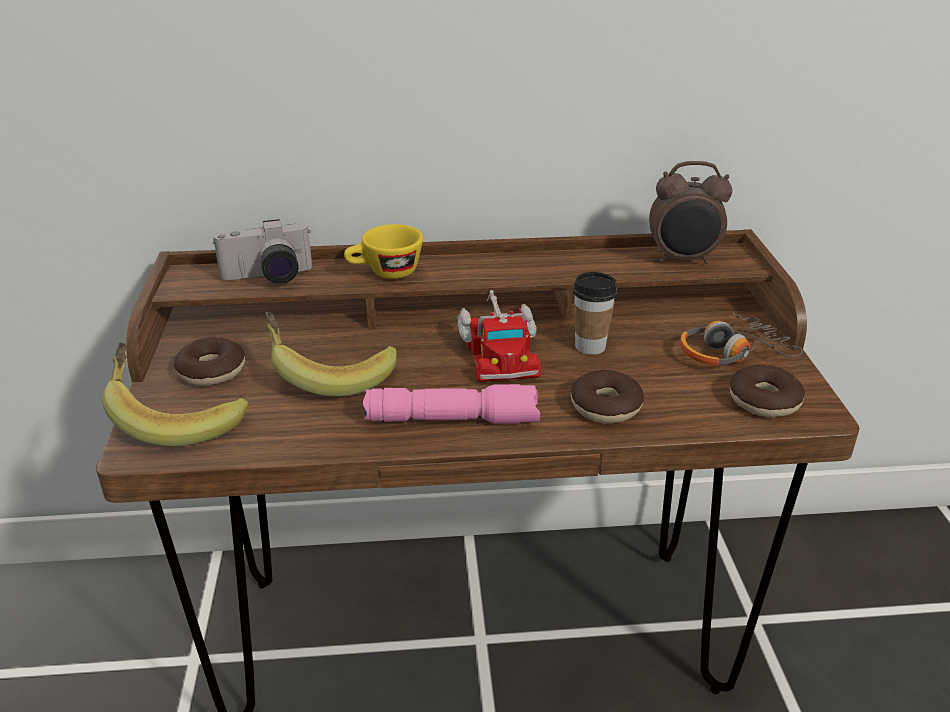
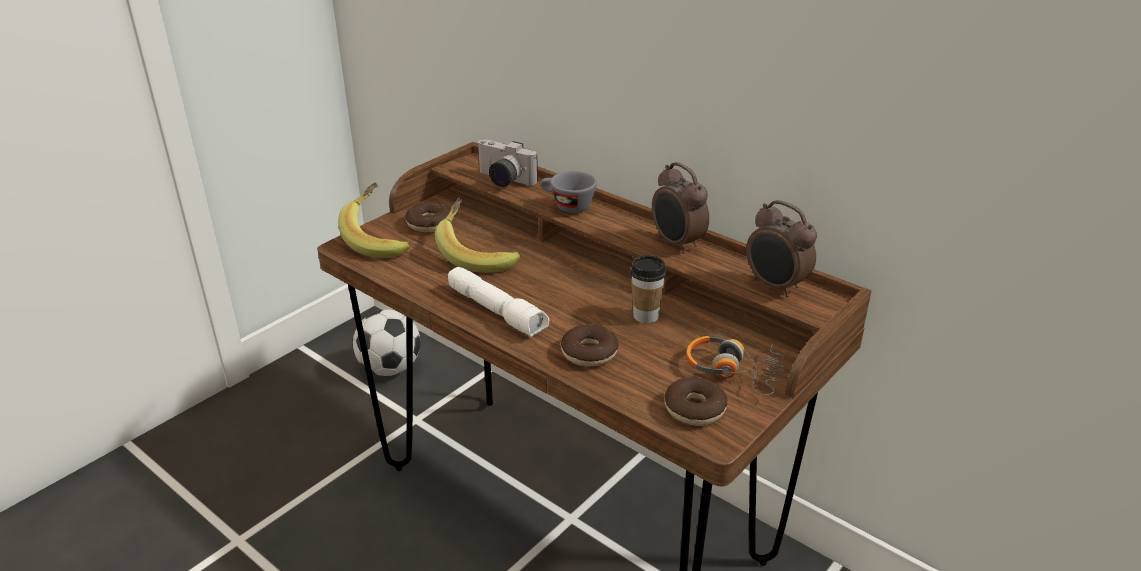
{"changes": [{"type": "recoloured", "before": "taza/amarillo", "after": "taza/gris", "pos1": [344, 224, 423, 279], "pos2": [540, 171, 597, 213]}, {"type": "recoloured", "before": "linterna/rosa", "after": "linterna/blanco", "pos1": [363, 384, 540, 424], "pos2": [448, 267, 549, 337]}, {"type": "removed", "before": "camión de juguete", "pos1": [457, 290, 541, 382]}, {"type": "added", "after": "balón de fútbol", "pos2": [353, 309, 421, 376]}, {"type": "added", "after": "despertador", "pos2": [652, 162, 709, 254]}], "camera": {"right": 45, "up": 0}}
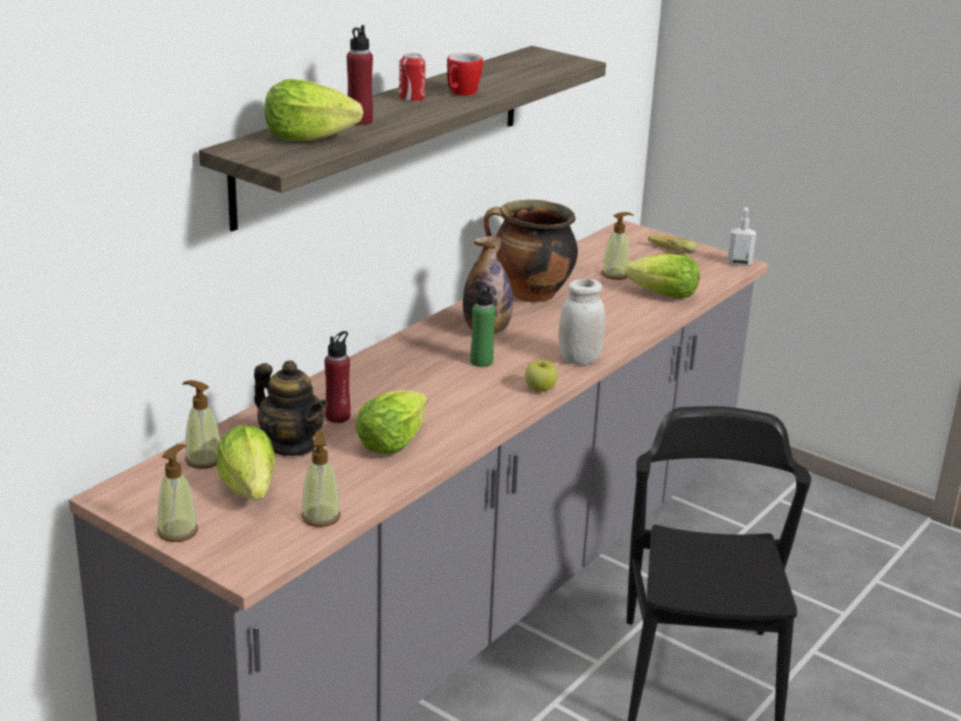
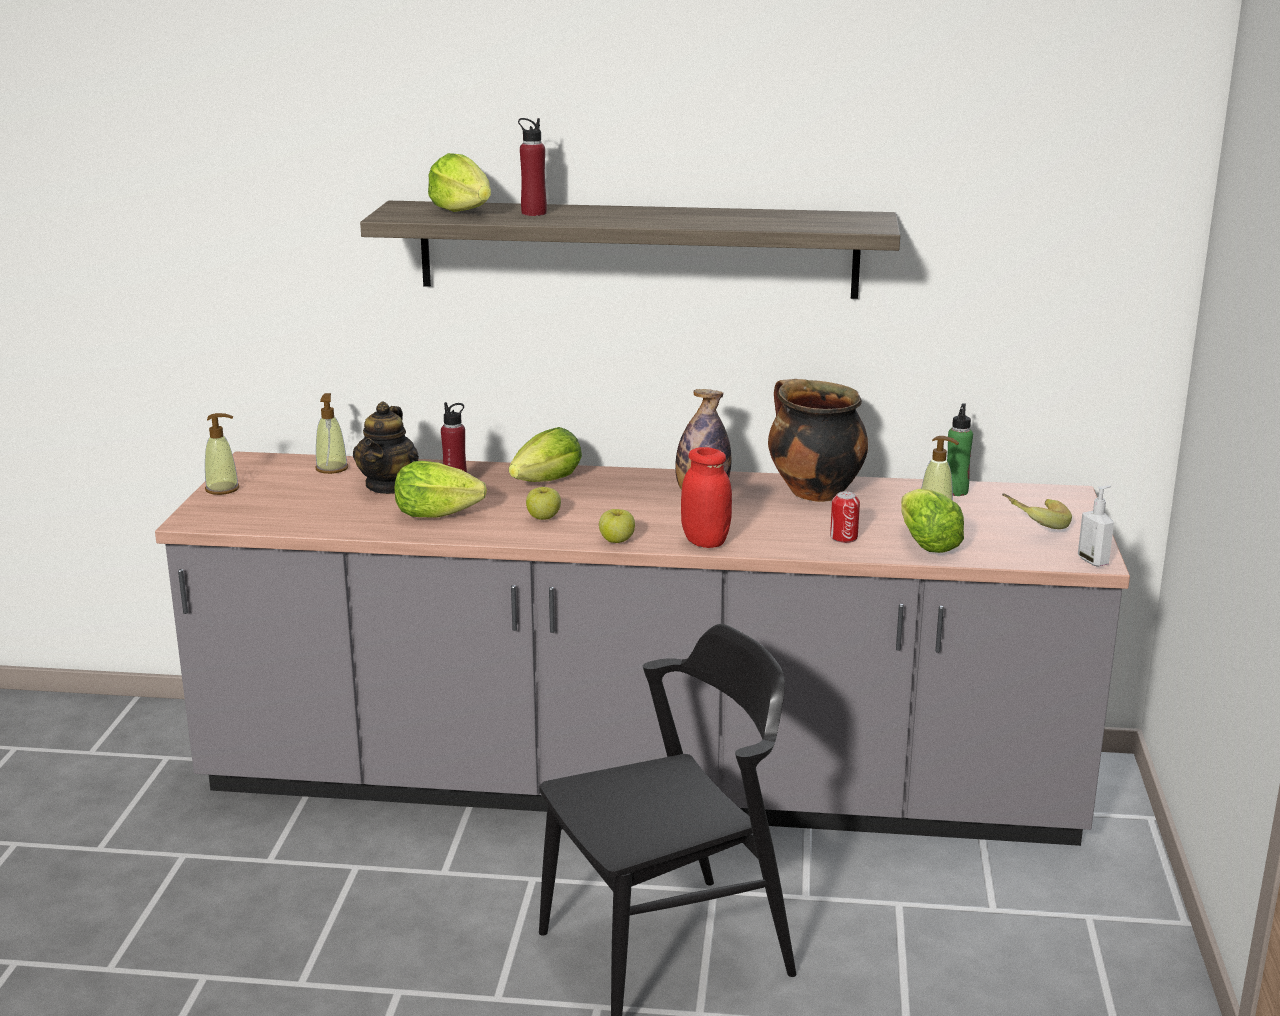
{"changes": [{"type": "moved", "before": "lechuga", "pos1": [217, 425, 275, 500], "pos2": [509, 427, 582, 482]}, {"type": "removed", "before": "dispensador de jabón", "pos1": [301, 431, 341, 527]}, {"type": "moved", "before": "lata", "pos1": [399, 53, 426, 102], "pos2": [830, 491, 860, 543]}, {"type": "removed", "before": "taza grande", "pos1": [447, 53, 483, 96]}, {"type": "moved", "before": "botella/verde", "pos1": [470, 281, 496, 367], "pos2": [947, 403, 973, 496]}, {"type": "recoloured", "before": "tarro/blanco", "after": "tarro/rojo", "pos1": [558, 279, 605, 364], "pos2": [681, 447, 732, 548]}, {"type": "added", "after": "manzana", "pos2": [526, 487, 561, 520]}], "camera": {"right": 60, "up": -5}}
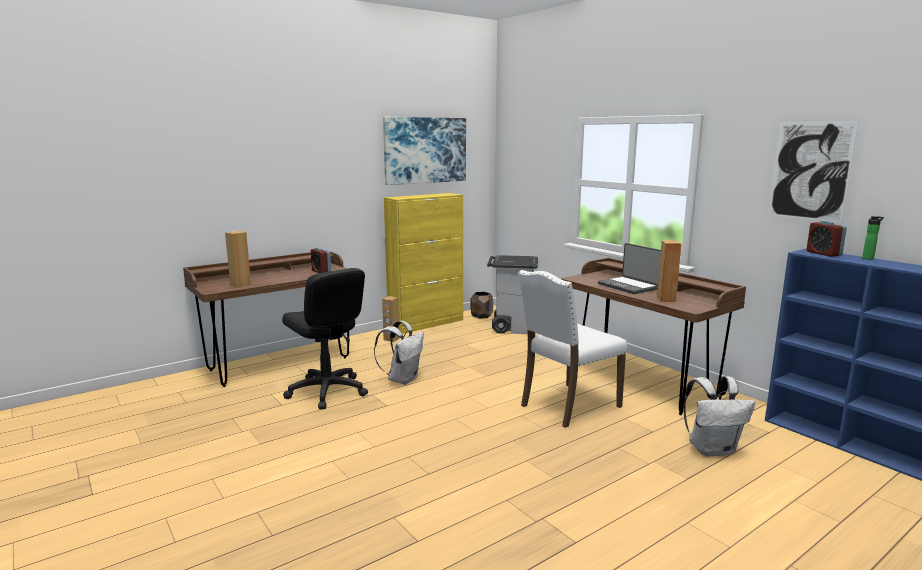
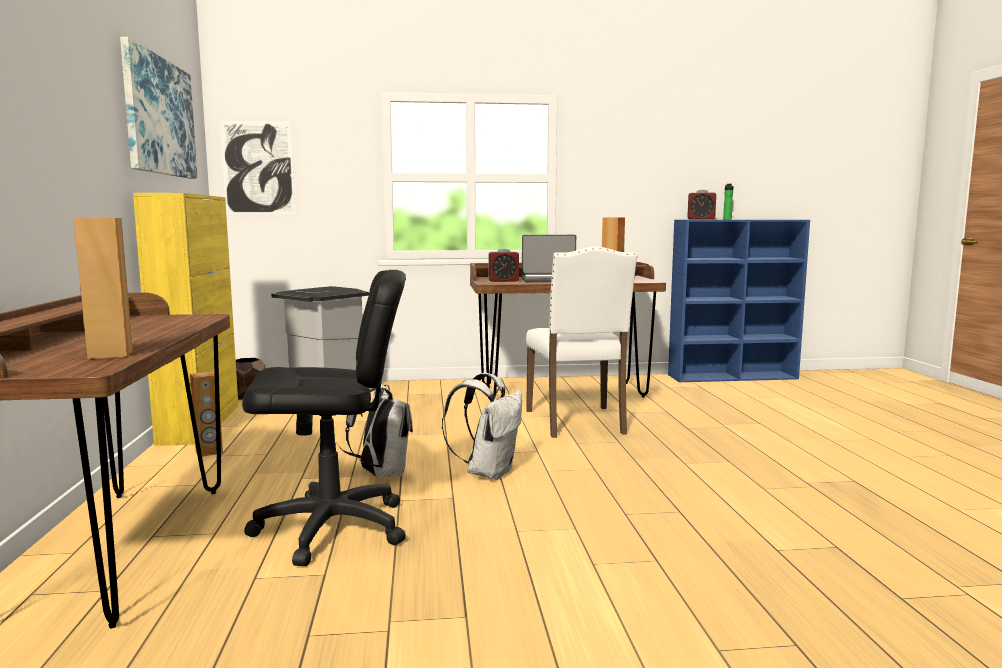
{"changes": [{"type": "moved", "before": "despertador", "pos1": [311, 247, 331, 273], "pos2": [488, 249, 519, 282]}, {"type": "moved", "before": "mochila/blanco", "pos1": [684, 376, 755, 457], "pos2": [442, 373, 522, 480]}, {"type": "moved", "before": "cuadro", "pos1": [768, 121, 859, 223], "pos2": [220, 121, 295, 214]}], "camera": {"right": -60, "up": -5}}
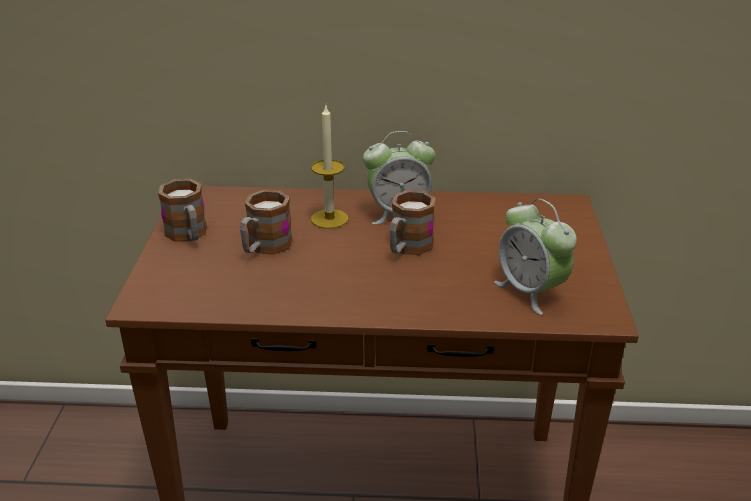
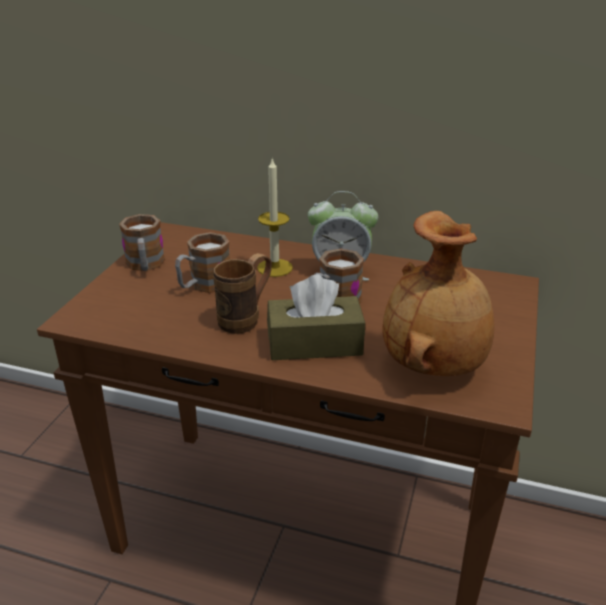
{"changes": [{"type": "replaced", "before": "despertador", "after": "florero/marrón", "pos1": [494, 199, 577, 315], "pos2": [383, 211, 494, 376]}, {"type": "added", "after": "taza grande/marrón", "pos2": [213, 253, 272, 334]}, {"type": "added", "after": "caja de pañuelos/marrón", "pos2": [267, 275, 365, 360]}], "camera": {"right": 15, "up": 0}}
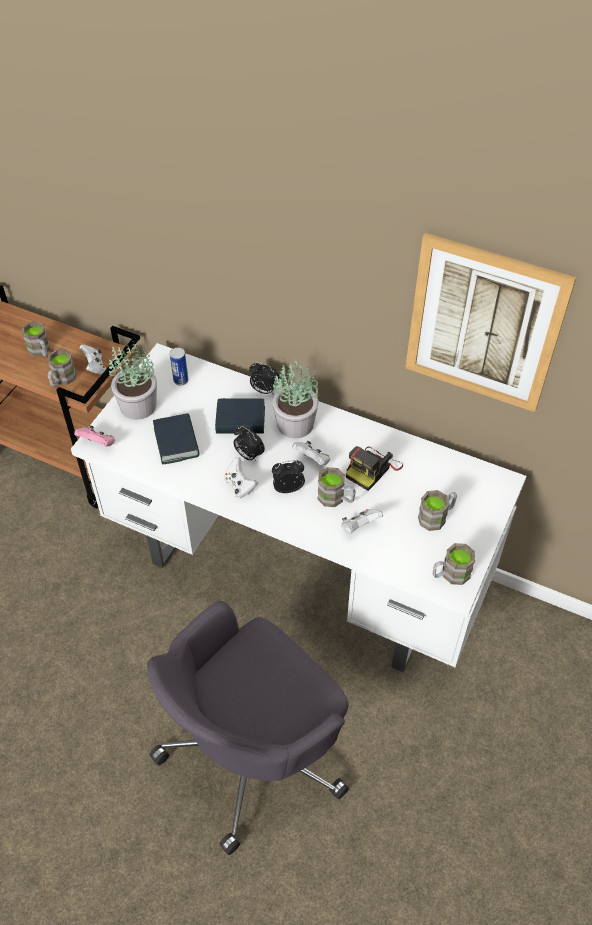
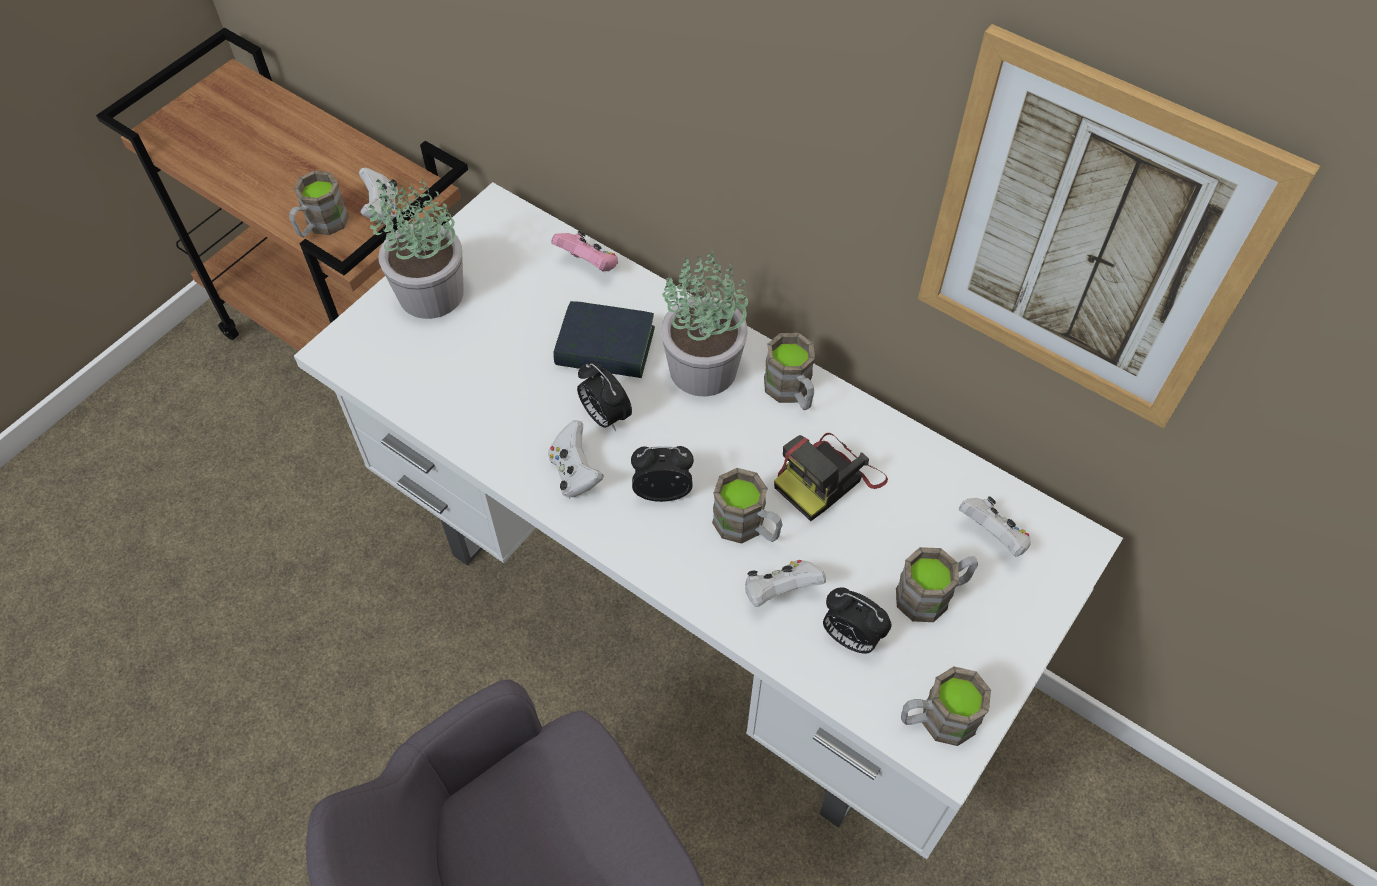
{"changes": [{"type": "moved", "before": "taza grande/marrón", "pos1": [22, 321, 50, 357], "pos2": [764, 333, 815, 410]}, {"type": "moved", "before": "mando de consola/rosa", "pos1": [74, 425, 115, 447], "pos2": [551, 231, 618, 271]}, {"type": "removed", "before": "libro", "pos1": [153, 413, 200, 465]}, {"type": "removed", "before": "lata", "pos1": [170, 348, 188, 386]}, {"type": "moved", "before": "despertador", "pos1": [249, 362, 280, 395], "pos2": [823, 587, 891, 654]}, {"type": "moved", "before": "mando de consola/blanco", "pos1": [292, 441, 330, 466], "pos2": [959, 496, 1031, 557]}], "camera": {"right": 10, "up": 5}}
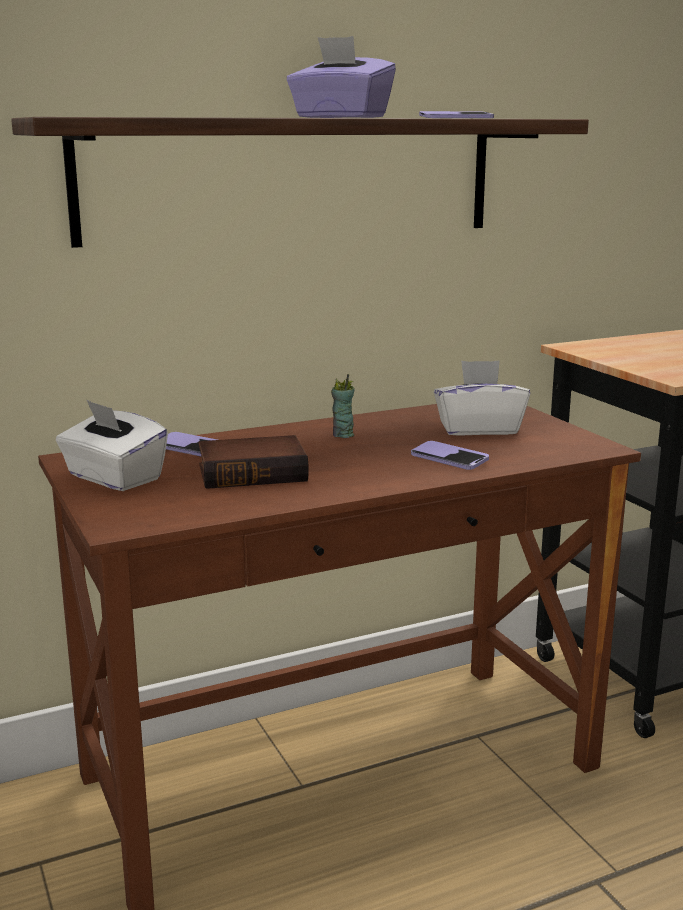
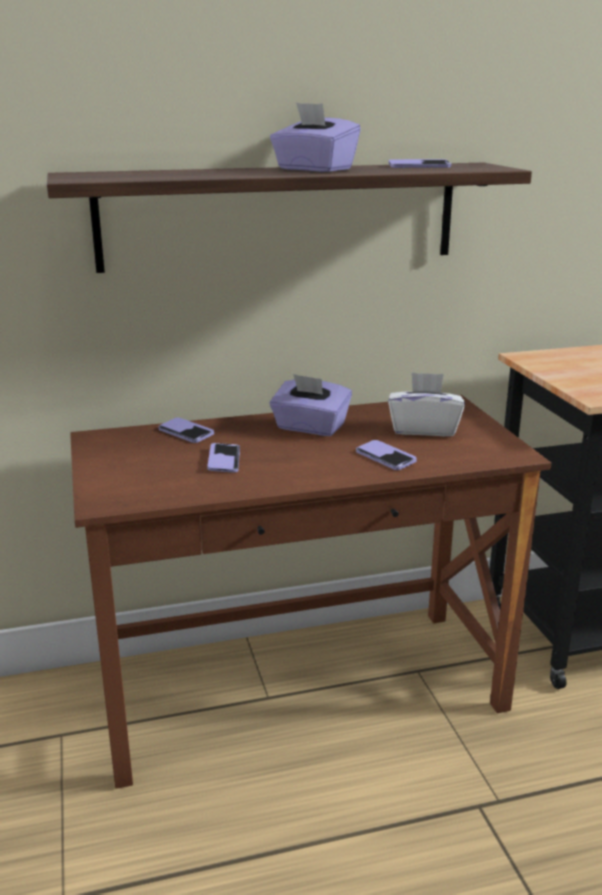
{"changes": [{"type": "removed", "before": "caja de pañuelos/blanco", "pos1": [56, 400, 168, 491]}, {"type": "replaced", "before": "libro", "after": "móvil", "pos1": [198, 435, 309, 489], "pos2": [207, 443, 240, 473]}, {"type": "replaced", "before": "taza", "after": "caja de pañuelos/morado", "pos1": [331, 374, 355, 438], "pos2": [270, 374, 352, 436]}], "camera": {"right": 10, "up": 5}}
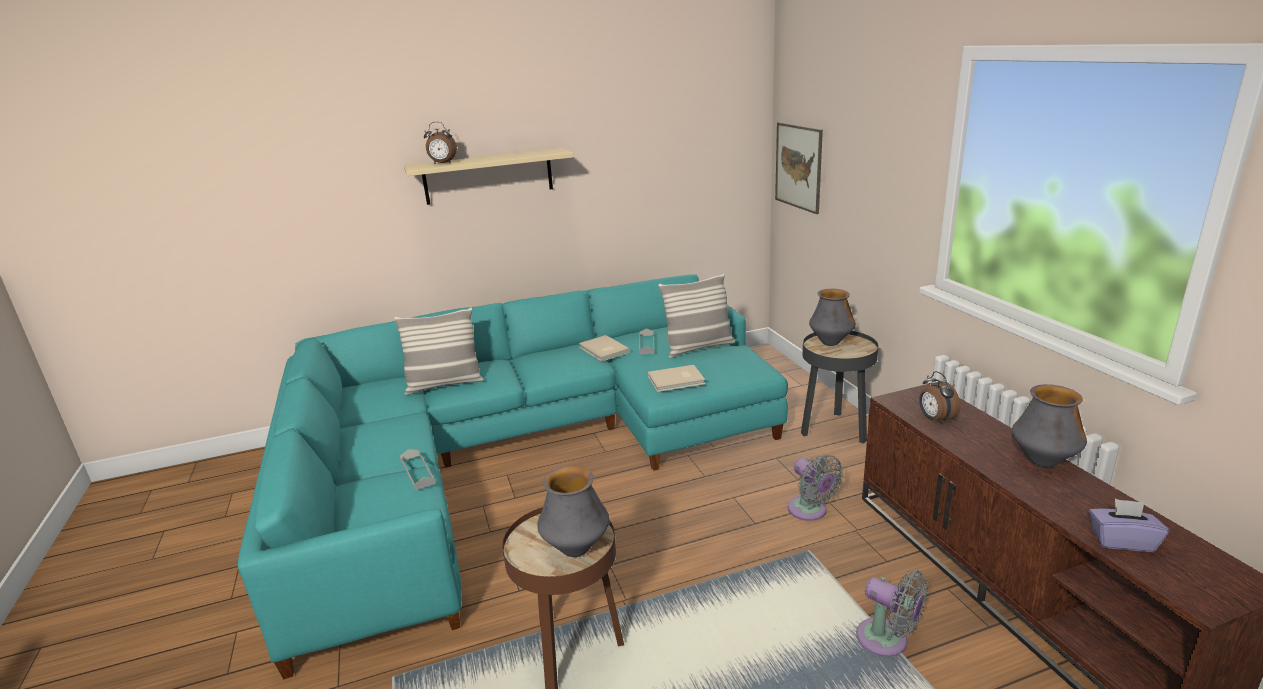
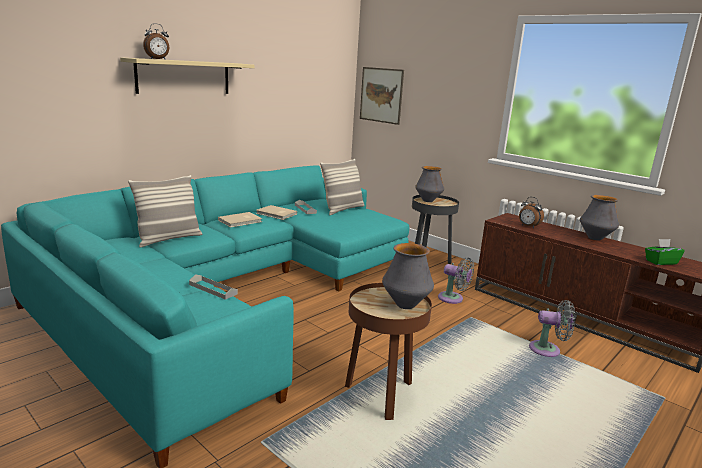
{"changes": [{"type": "moved", "before": "libro/beis", "pos1": [648, 365, 705, 392], "pos2": [218, 212, 262, 227]}, {"type": "recoloured", "before": "caja de pañuelos/morado", "after": "caja de pañuelos/verde", "pos1": [1089, 499, 1169, 552], "pos2": [645, 239, 685, 265]}], "camera": {"right": -30, "up": -5}}
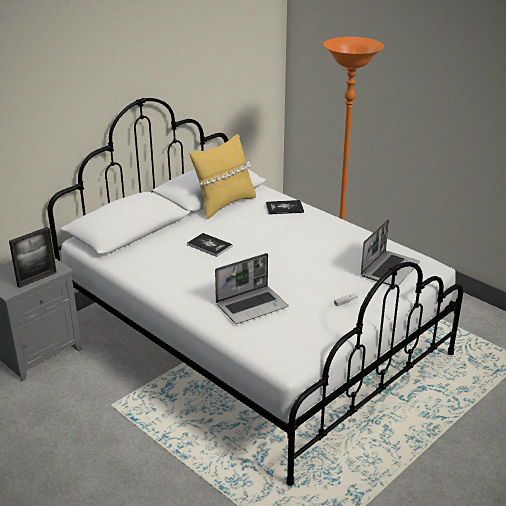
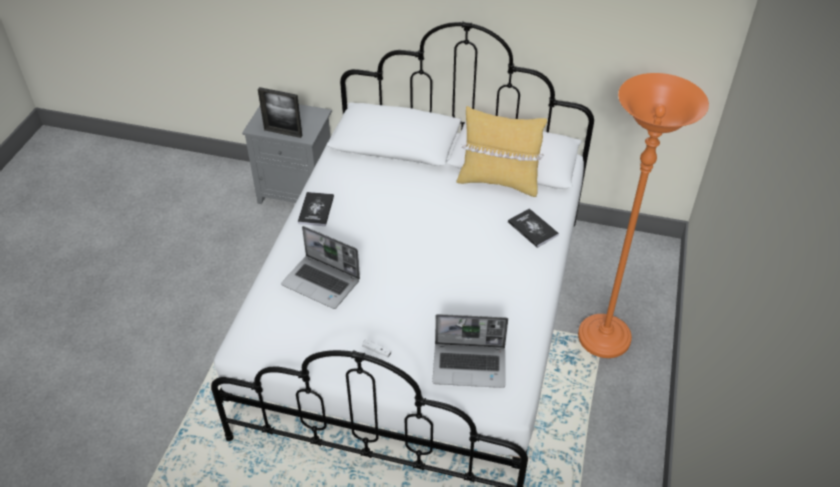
{"changes": [{"type": "moved", "before": "libro", "pos1": [187, 233, 233, 257], "pos2": [298, 192, 334, 226]}], "camera": {"right": 60, "up": 15}}
